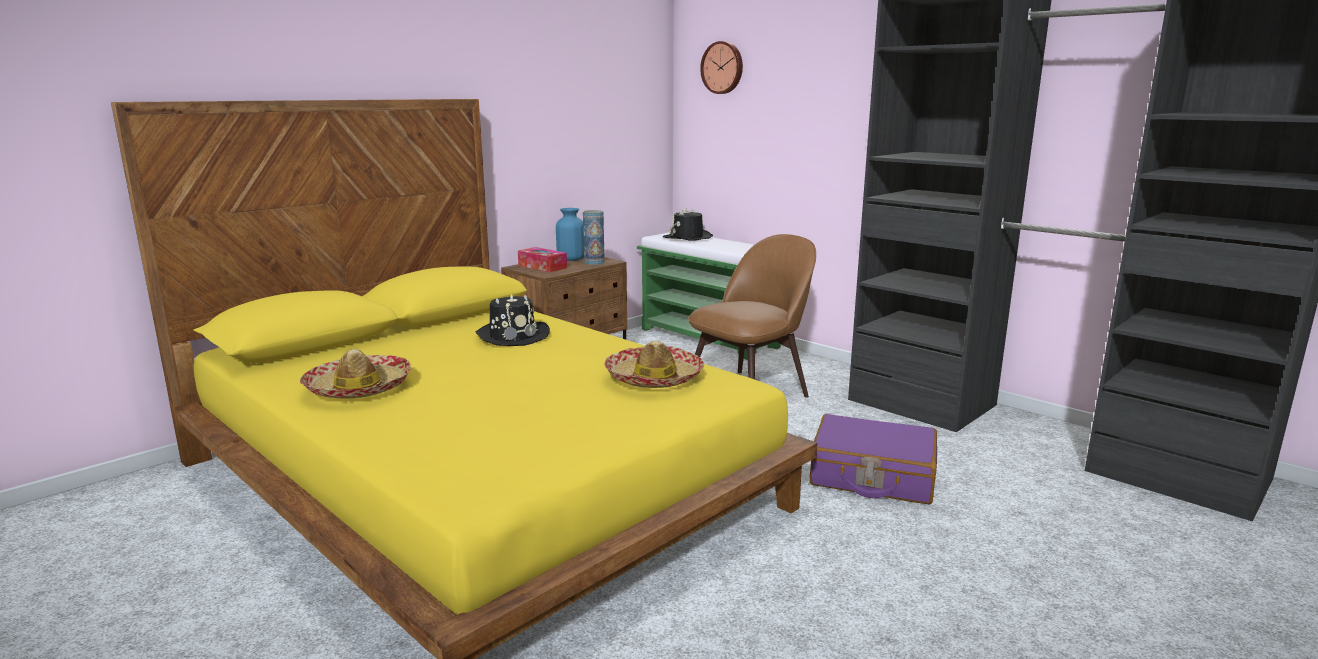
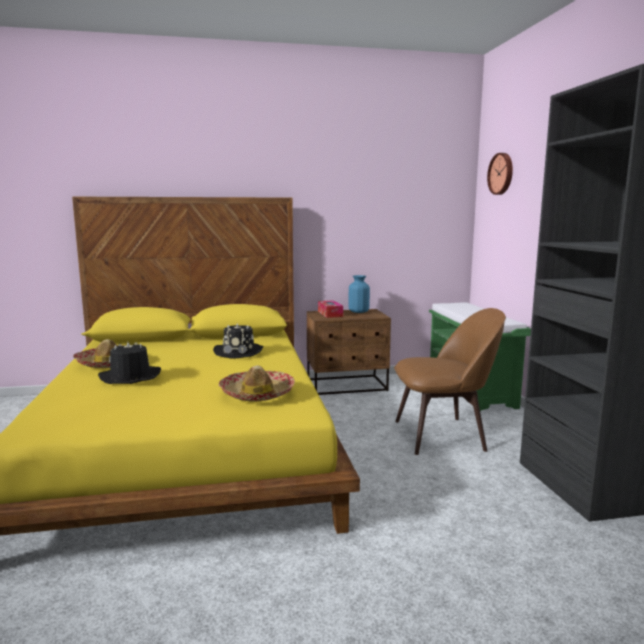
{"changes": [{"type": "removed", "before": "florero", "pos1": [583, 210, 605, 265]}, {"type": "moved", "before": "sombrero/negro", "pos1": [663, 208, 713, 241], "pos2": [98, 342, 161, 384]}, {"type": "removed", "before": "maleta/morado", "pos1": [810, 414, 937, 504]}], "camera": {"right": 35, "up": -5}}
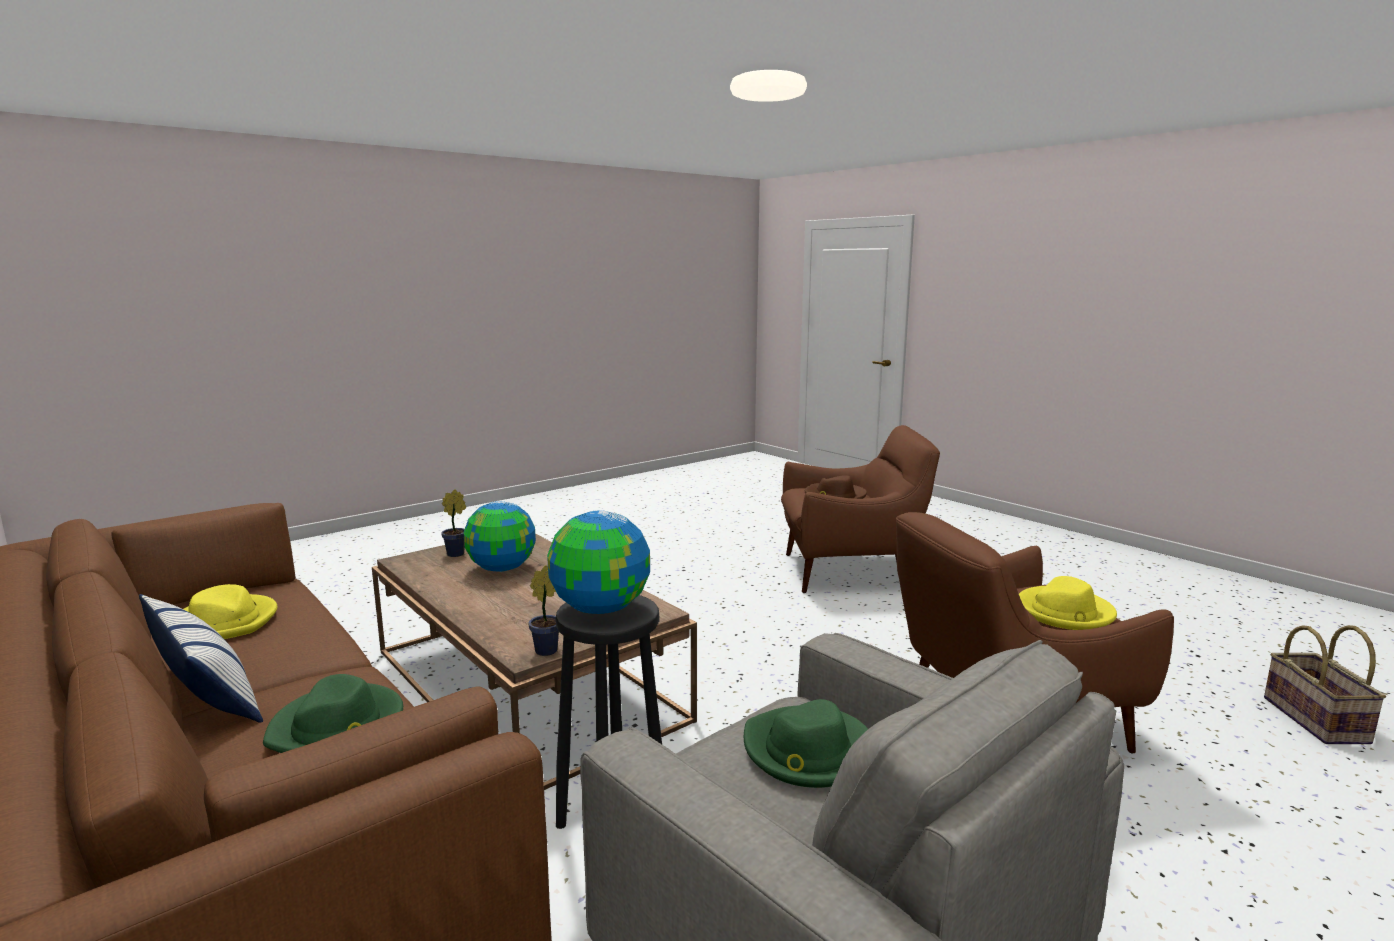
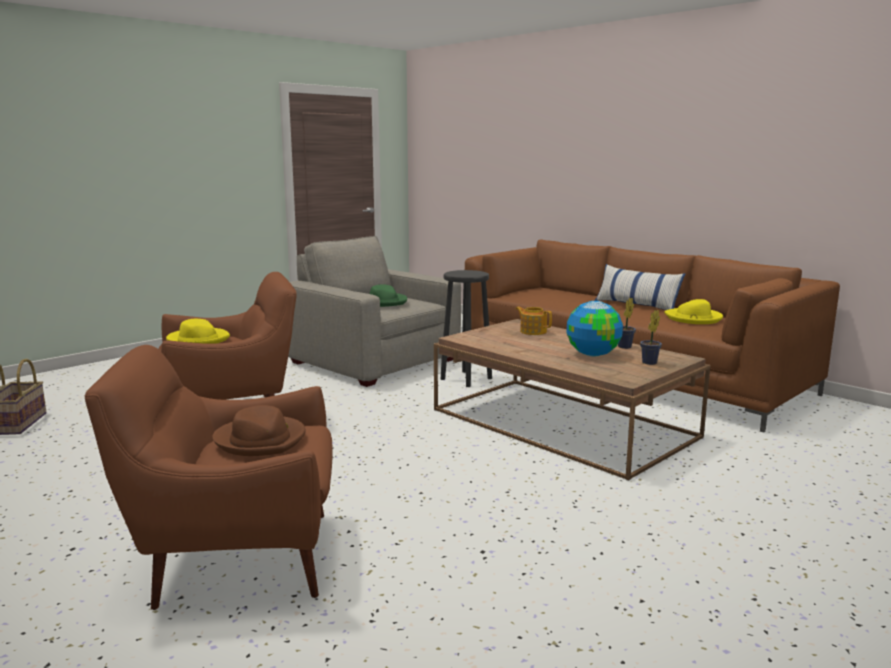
{"changes": [{"type": "removed", "before": "sombrero/verde", "pos1": [263, 674, 403, 753]}, {"type": "moved", "before": "planta en maceta", "pos1": [528, 565, 559, 656], "pos2": [618, 298, 636, 349]}, {"type": "removed", "before": "globo terráqueo", "pos1": [547, 510, 650, 614]}, {"type": "added", "after": "tetera", "pos2": [516, 306, 552, 335]}], "camera": {"right": 175, "up": 0}}
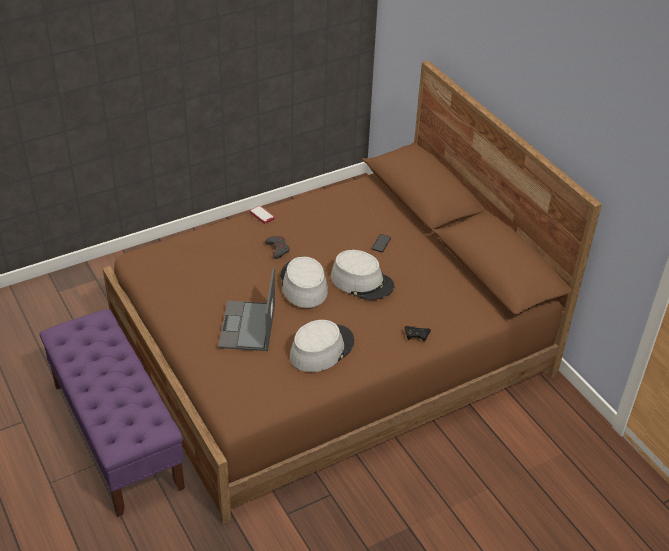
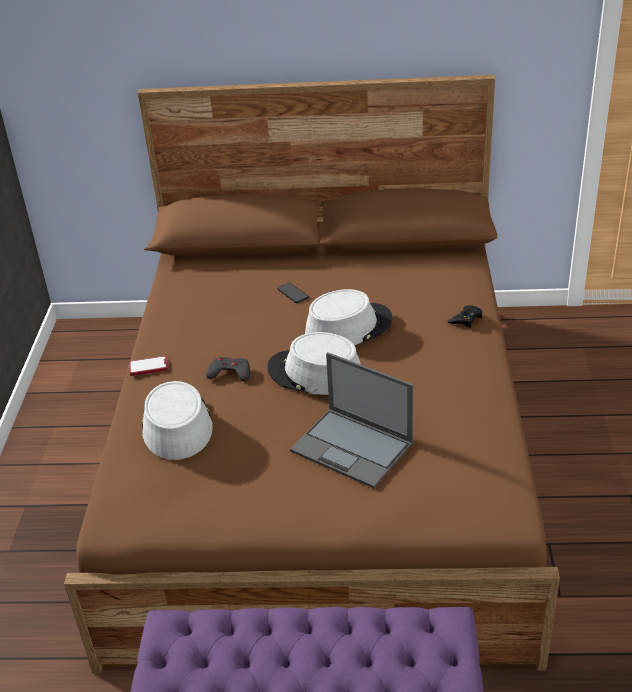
{"changes": [{"type": "moved", "before": "sombrero/gris", "pos1": [290, 320, 354, 372], "pos2": [142, 381, 213, 460]}], "camera": {"right": -55, "up": -5}}
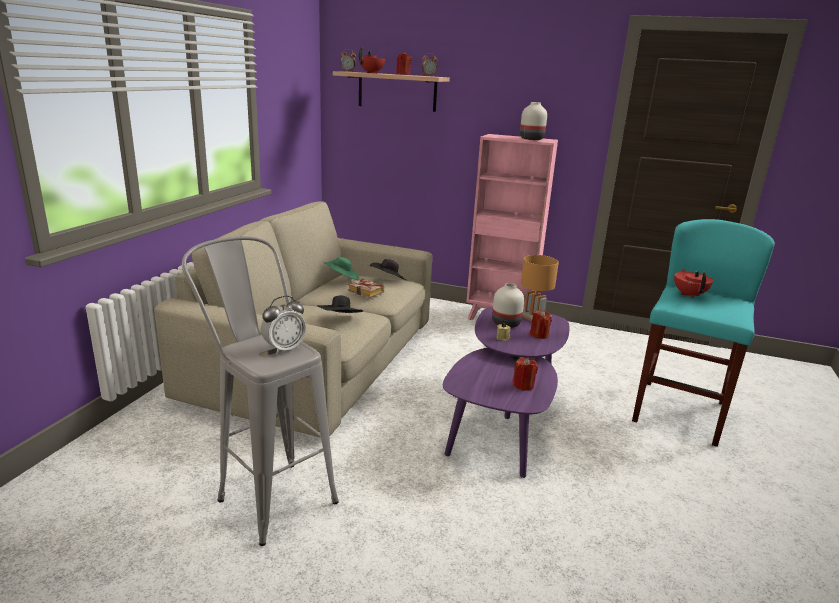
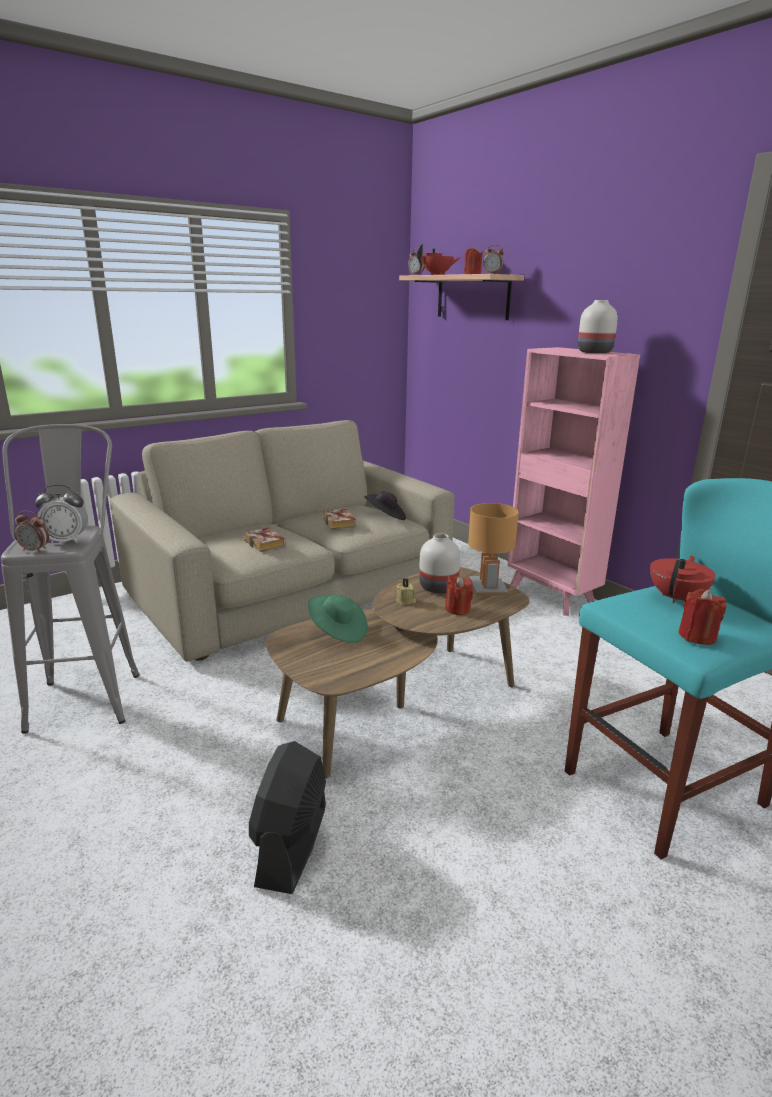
{"changes": [{"type": "replaced", "before": "sombrero/negro", "after": "libro", "pos1": [317, 295, 363, 313], "pos2": [244, 528, 285, 552]}, {"type": "moved", "before": "sombrero/verde", "pos1": [323, 256, 359, 280], "pos2": [307, 594, 367, 643]}, {"type": "recoloured", "before": "mesa de centro/morado", "after": "mesa de centro/marrón", "pos1": [443, 307, 570, 478], "pos2": [266, 567, 530, 778]}, {"type": "moved", "before": "vela/rojo", "pos1": [513, 357, 538, 391], "pos2": [678, 589, 726, 645]}, {"type": "added", "after": "despertador", "pos2": [15, 511, 49, 553]}, {"type": "added", "after": "ventilador/negro", "pos2": [249, 741, 326, 894]}], "camera": {"right": 35, "up": 0}}
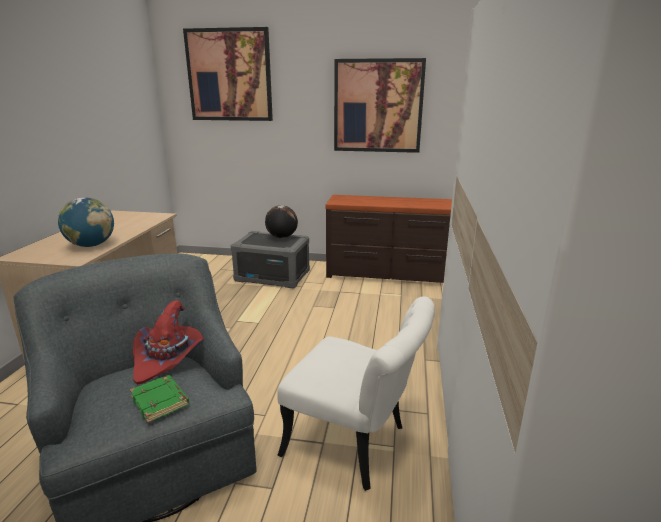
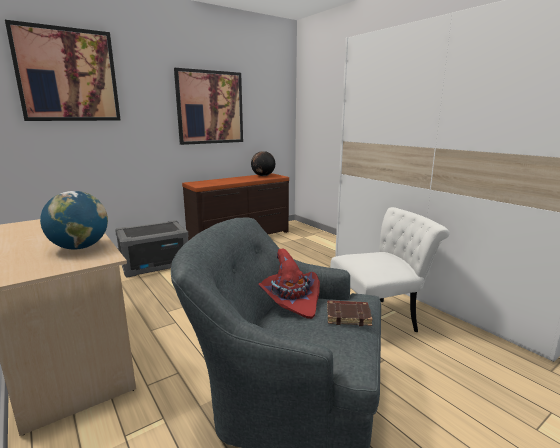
{"changes": [{"type": "recoloured", "before": "libro/verde", "after": "libro/marrón", "pos1": [130, 375, 189, 423], "pos2": [327, 300, 373, 326]}, {"type": "moved", "before": "globo terráqueo", "pos1": [265, 205, 298, 238], "pos2": [251, 151, 275, 176]}], "camera": {"right": -45, "up": -5}}
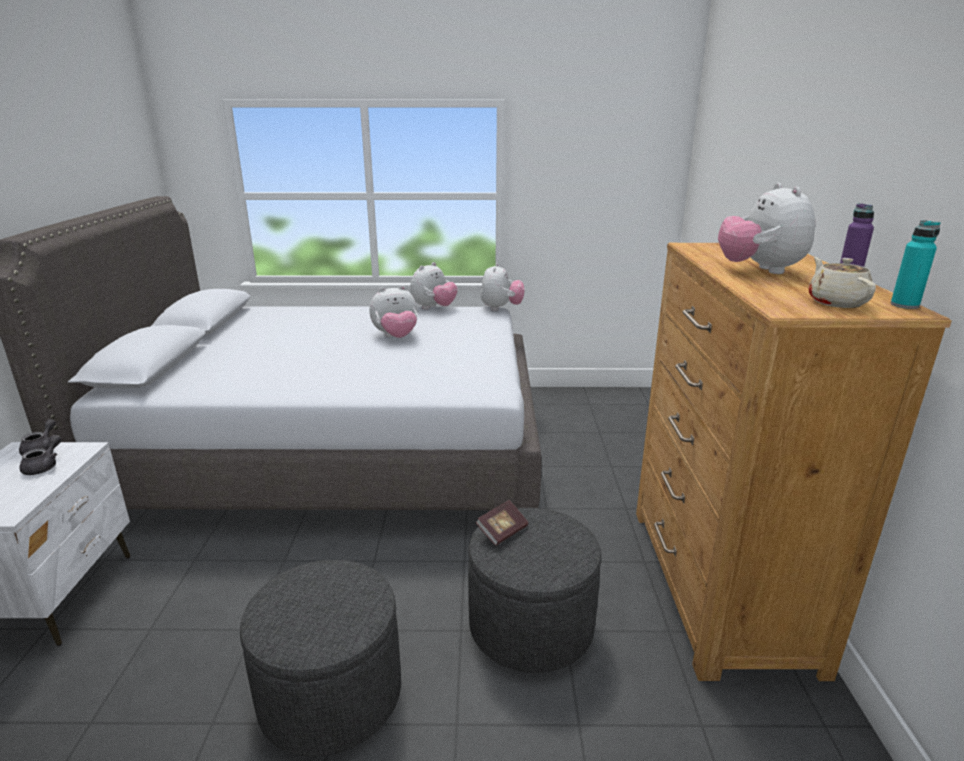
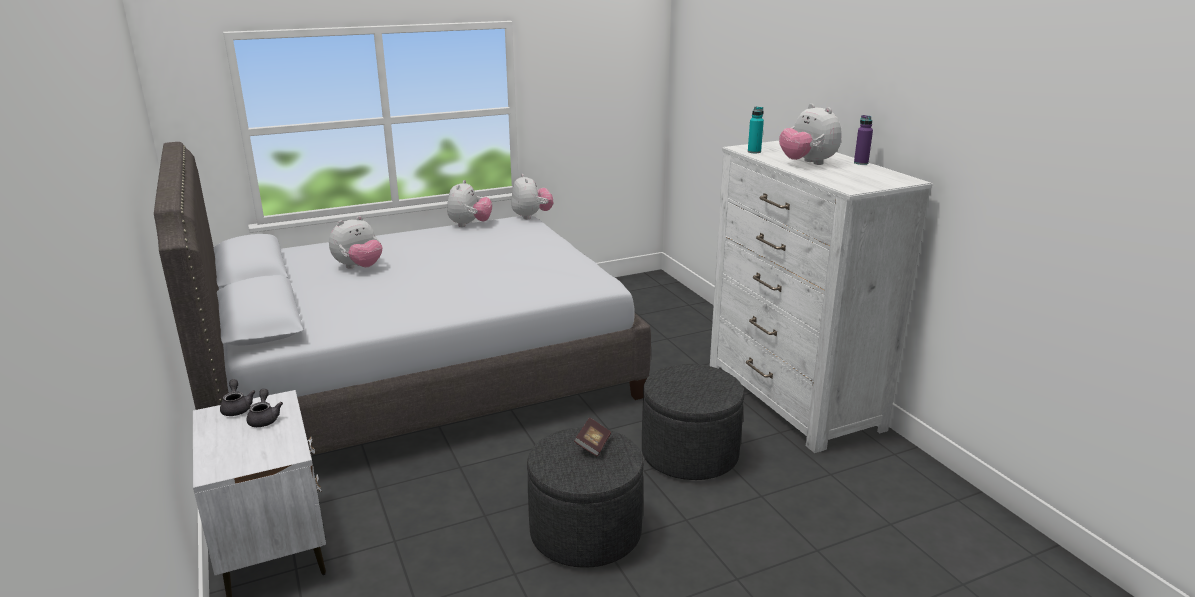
{"changes": [{"type": "moved", "before": "peluche", "pos1": [369, 285, 417, 338], "pos2": [329, 216, 382, 269]}, {"type": "moved", "before": "libro", "pos1": [475, 500, 528, 546], "pos2": [574, 417, 611, 456]}, {"type": "recoloured", "before": "cómoda/marrón", "after": "cómoda/blanco", "pos1": [636, 243, 952, 681], "pos2": [710, 141, 933, 453]}, {"type": "removed", "before": "tetera/beis", "pos1": [809, 257, 876, 308]}, {"type": "moved", "before": "botella/turquesa", "pos1": [891, 220, 941, 309], "pos2": [748, 106, 764, 153]}], "camera": {"right": -25, "up": 0}}
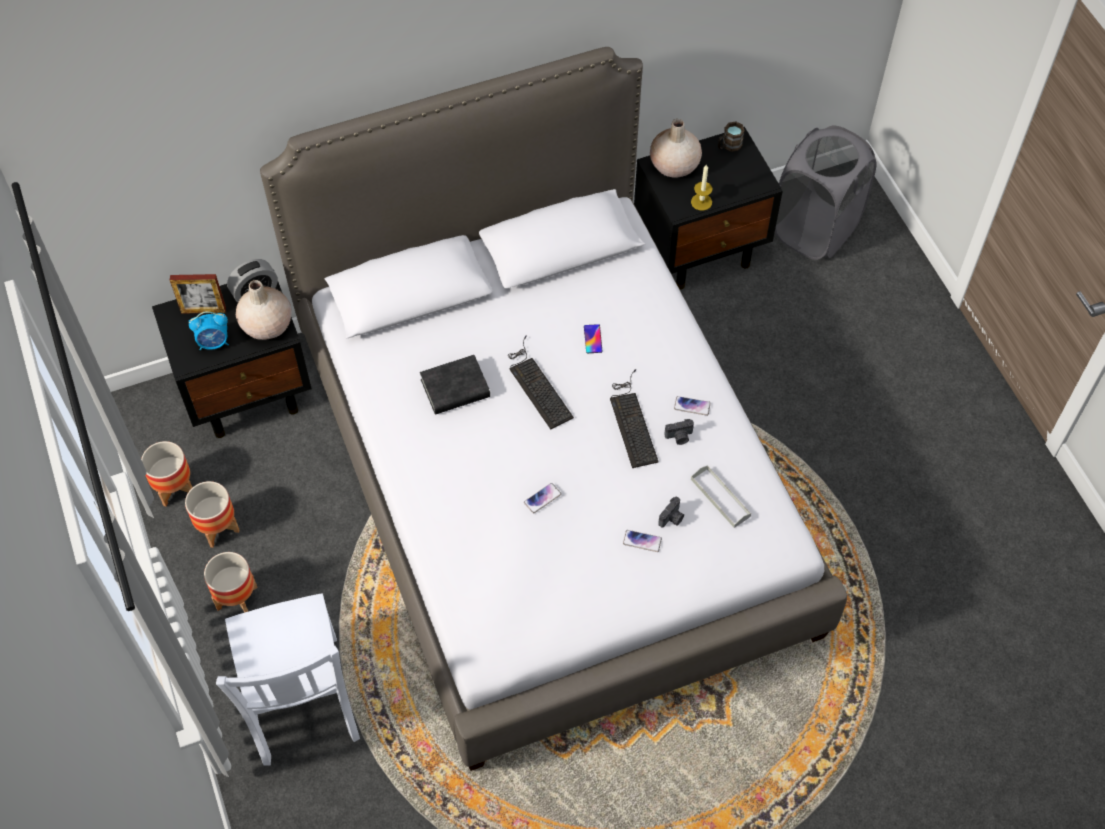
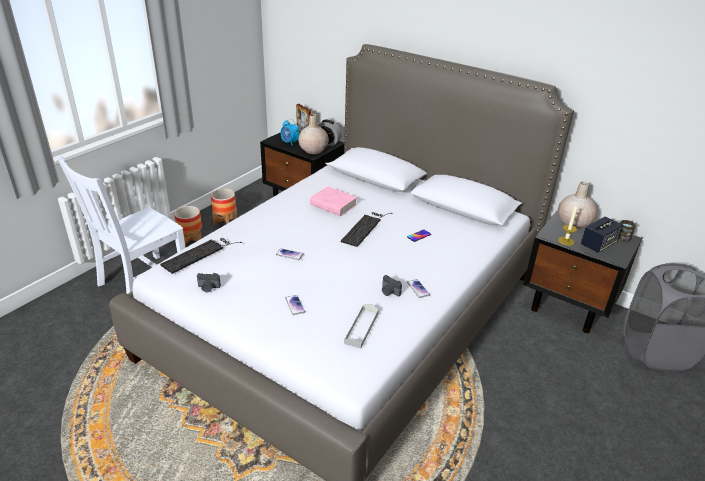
{"changes": [{"type": "removed", "before": "maceta", "pos1": [141, 441, 193, 507]}, {"type": "recoloured", "before": "libro/negro", "after": "libro/rosa", "pos1": [420, 355, 490, 415], "pos2": [310, 187, 357, 216]}, {"type": "moved", "before": "teclado", "pos1": [610, 369, 659, 468], "pos2": [160, 238, 243, 274]}, {"type": "moved", "before": "cámara", "pos1": [658, 497, 684, 528], "pos2": [197, 273, 221, 292]}, {"type": "added", "after": "altavoz", "pos2": [581, 217, 623, 253]}], "camera": {"right": 55, "up": -25}}
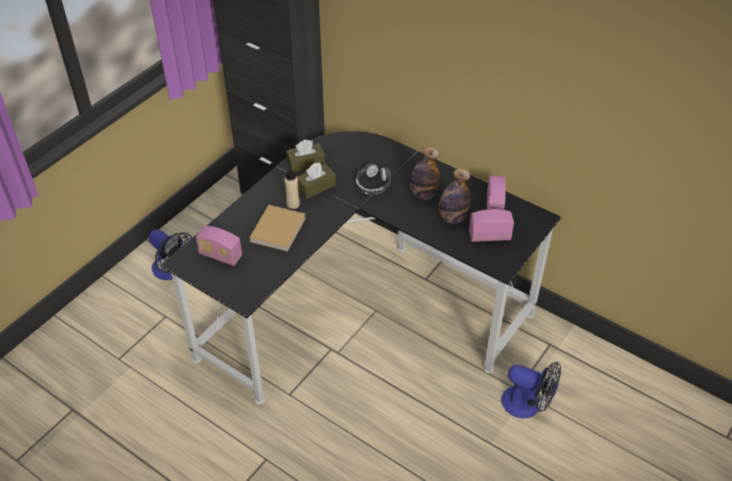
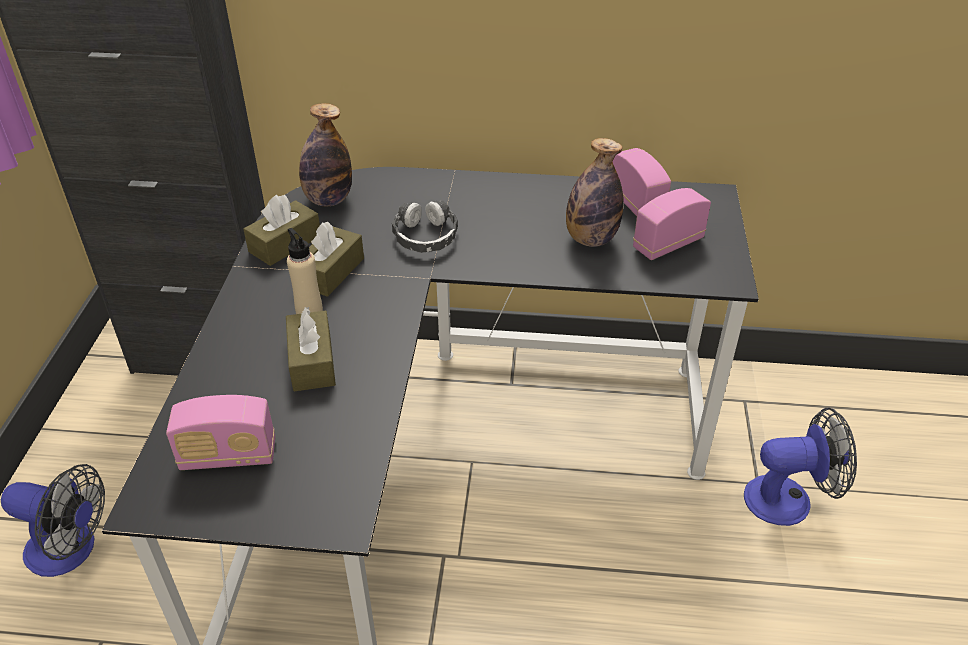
{"changes": [{"type": "replaced", "before": "libro/beis", "after": "caja de pañuelos/marrón", "pos1": [249, 205, 306, 252], "pos2": [286, 307, 336, 391]}, {"type": "moved", "before": "botella", "pos1": [410, 147, 440, 200], "pos2": [299, 103, 352, 206]}], "camera": {"right": -30, "up": -5}}
